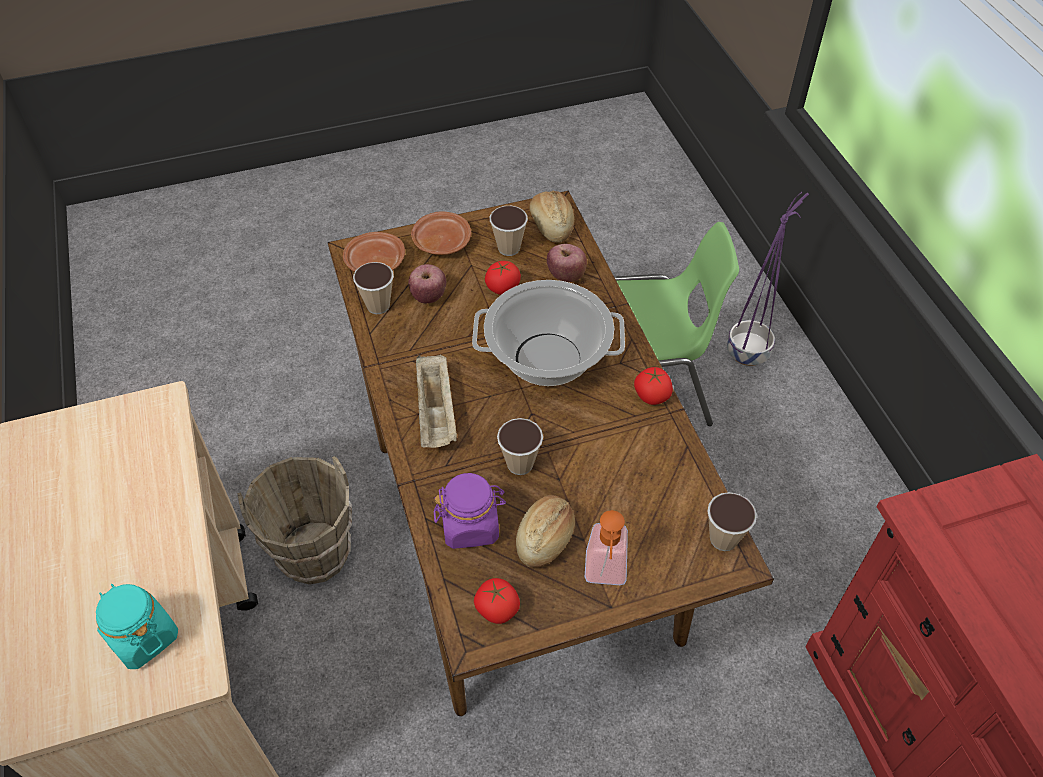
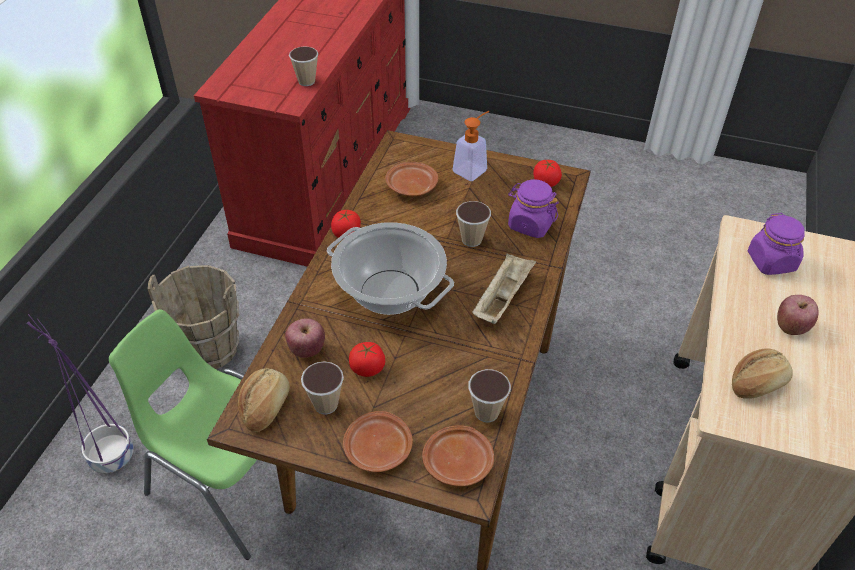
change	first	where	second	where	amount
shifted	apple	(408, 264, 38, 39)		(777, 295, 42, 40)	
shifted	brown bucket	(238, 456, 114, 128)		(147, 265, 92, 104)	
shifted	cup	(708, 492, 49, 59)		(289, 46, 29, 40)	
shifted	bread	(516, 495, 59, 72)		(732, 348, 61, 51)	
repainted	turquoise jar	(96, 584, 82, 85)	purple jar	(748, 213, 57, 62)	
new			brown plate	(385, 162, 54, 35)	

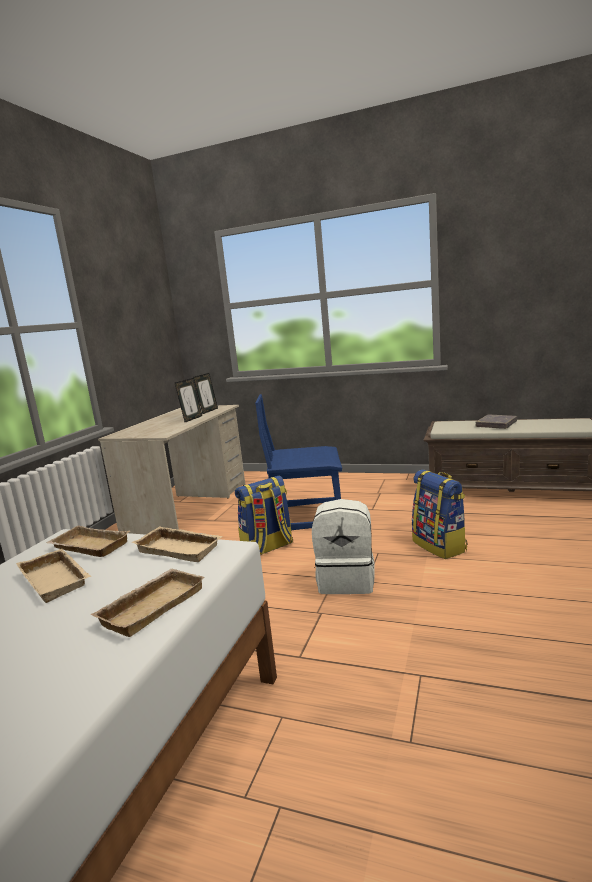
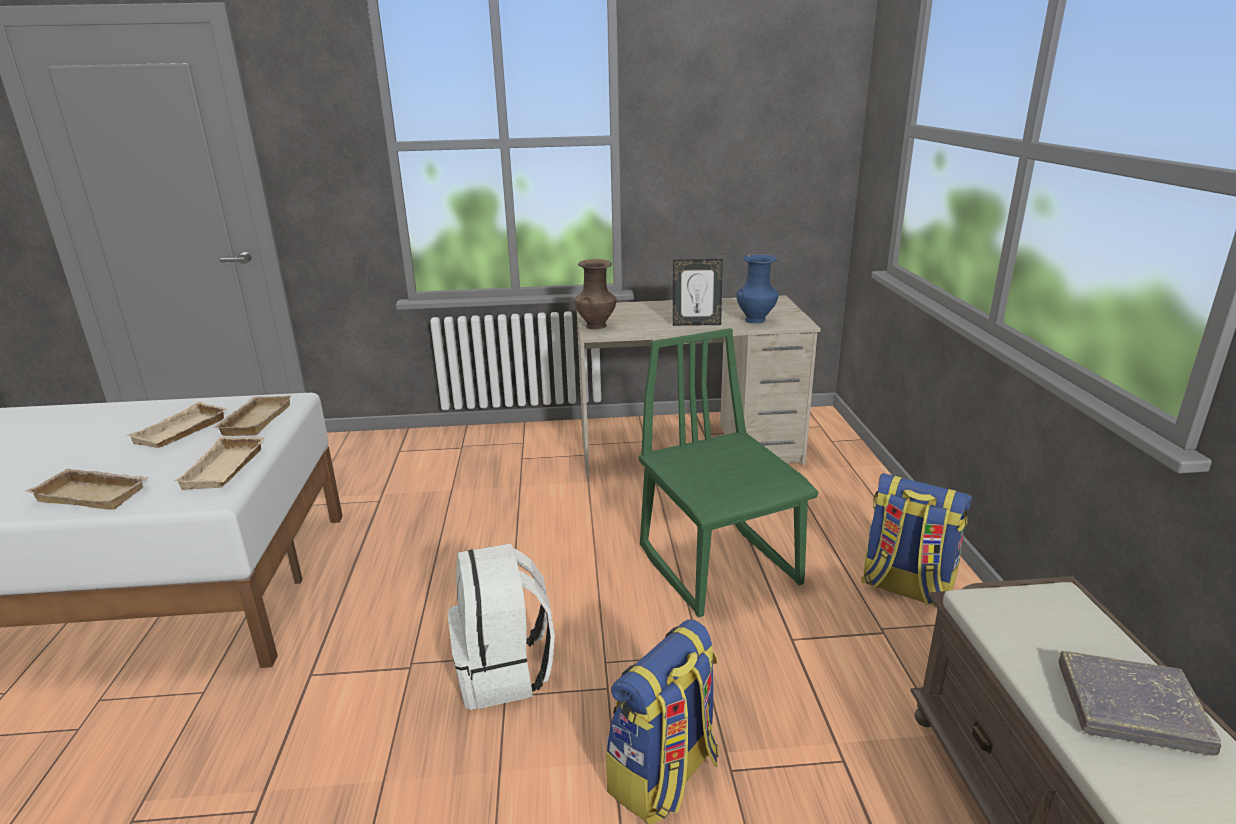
change	first	where	second	where	amount
swapped	picture frame	(193, 373, 25, 41)	blue vase	(736, 254, 43, 69)	
repainted	blue chair	(255, 394, 87, 136)	green chair	(639, 328, 180, 290)	
shifted	backpack	(235, 476, 58, 79)		(861, 473, 111, 133)	
new			brown vase	(575, 259, 41, 71)	

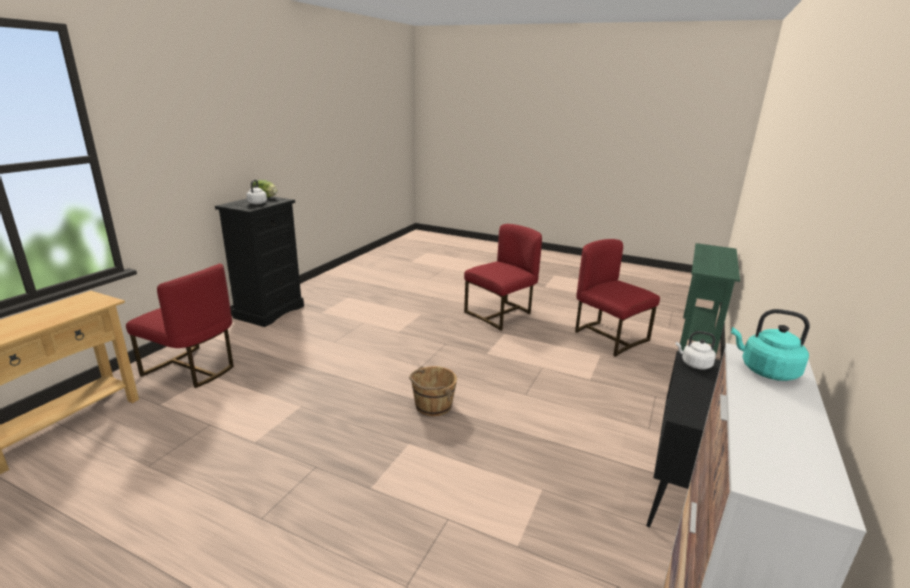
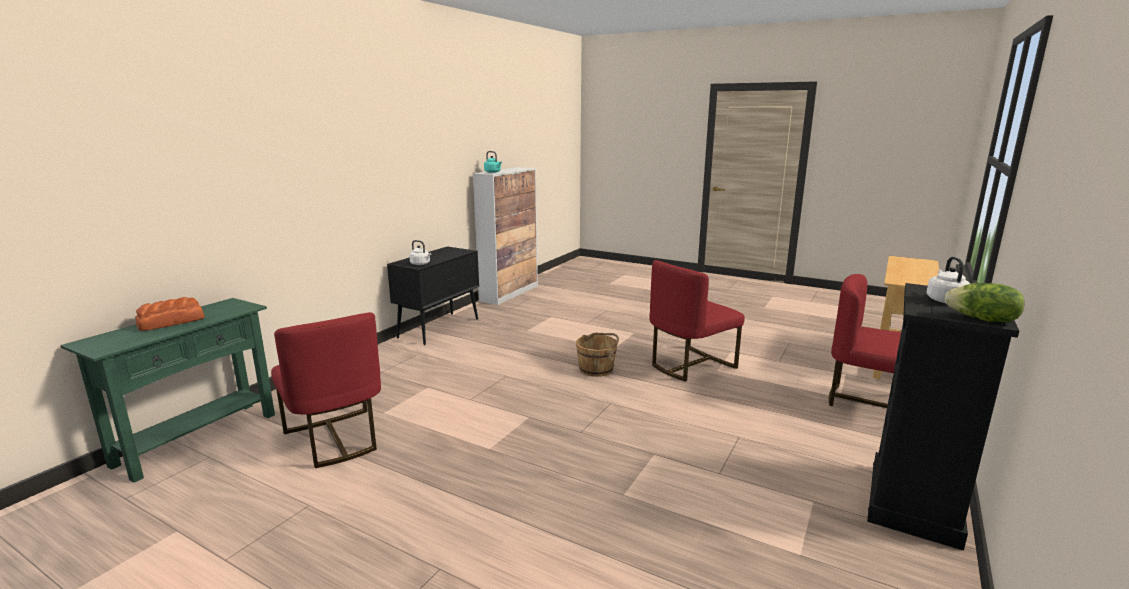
change	first	where	second	where	amount
shifted	red chair	(464, 224, 78, 107)		(649, 260, 96, 121)	
new			bread	(135, 297, 70, 34)	

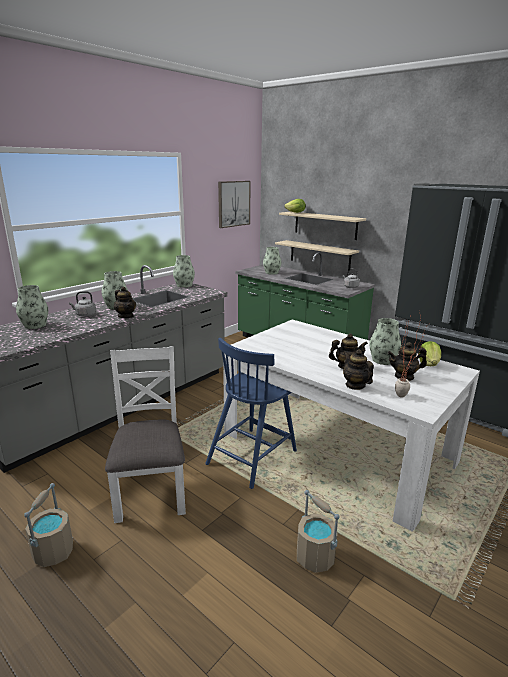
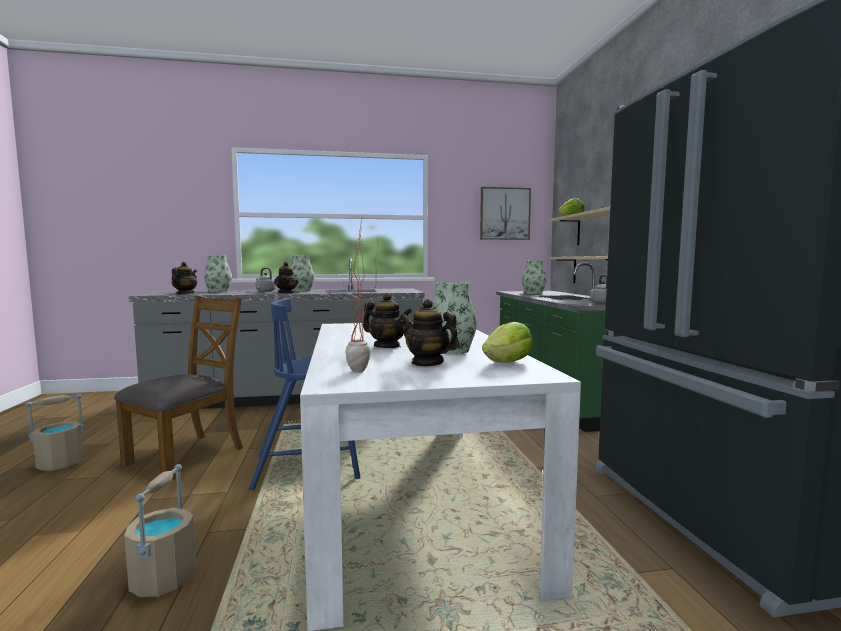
change	first	where	second	where	amount
gone	vase	(173, 255, 22, 33)			
repainted	white chair	(105, 346, 81, 177)	brown chair	(114, 296, 129, 184)	
shifted	teapot	(343, 349, 31, 41)		(172, 262, 25, 32)	

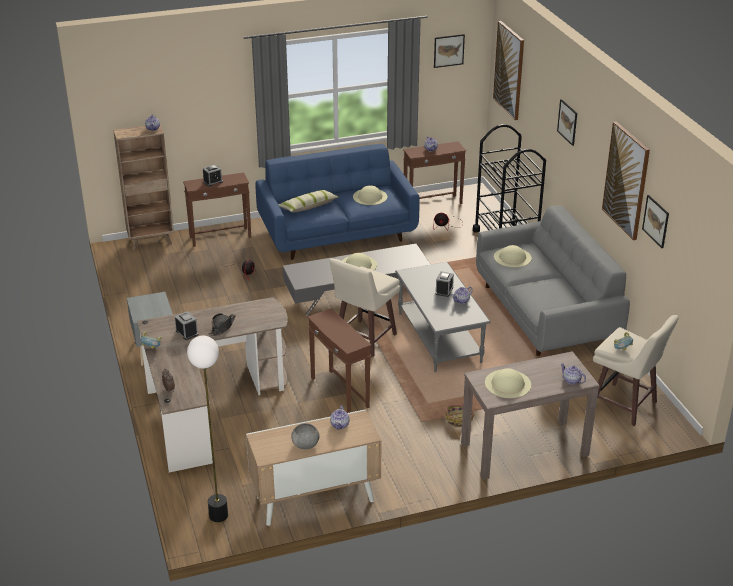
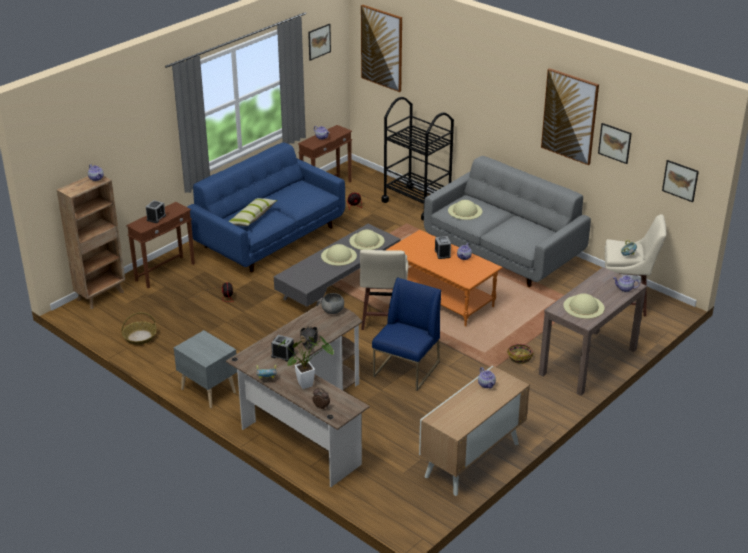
change	first	where	second	where	amount
shifted	picture	(557, 99, 20, 47)		(662, 160, 37, 42)	
shifted	beige hat	(353, 185, 34, 20)		(349, 229, 35, 21)	
repainted	grey coffee table	(395, 262, 96, 110)	orange coffee table	(386, 230, 117, 96)	
swapped	brown side table	(308, 308, 63, 105)	blue chair	(372, 277, 69, 114)	
gone	floor lamp	(187, 336, 41, 186)			
shifted	grey bowl	(291, 423, 28, 26)		(321, 293, 23, 21)	
new			basket	(121, 312, 36, 33)	
new			potted plant	(280, 336, 54, 53)	

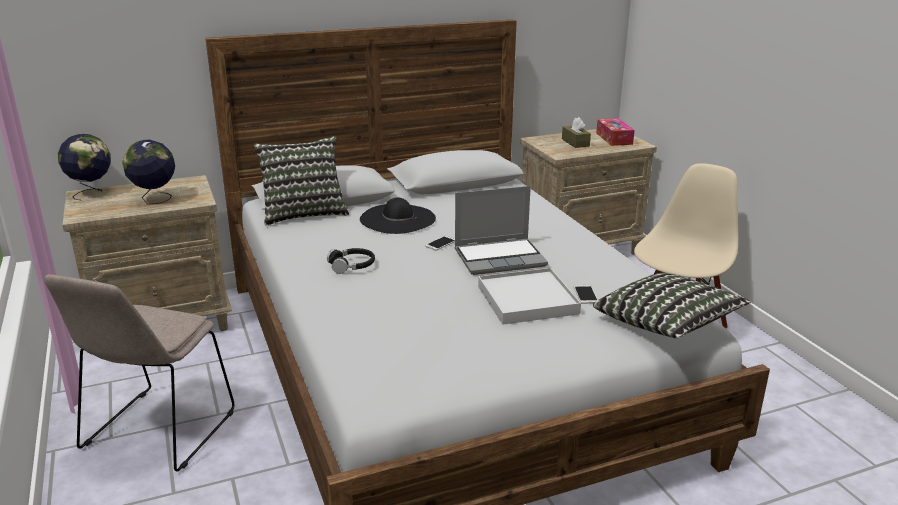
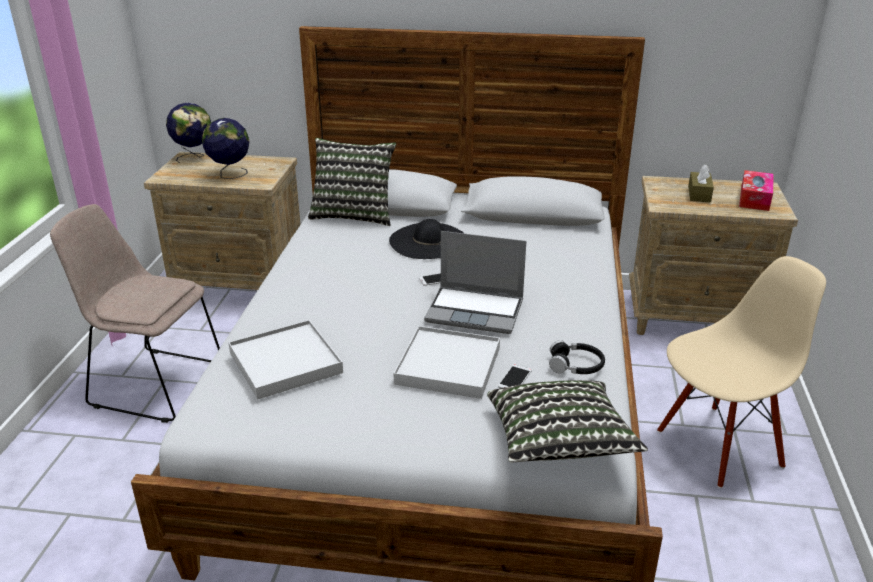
change	first	where	second	where	amount
shifted	black headphones	(327, 248, 48, 26)		(549, 340, 56, 34)	
rotated	beige chair	(44, 274, 190, 197)		(50, 204, 170, 219)	60 degrees clockwise
new			white tray	(228, 320, 115, 80)	

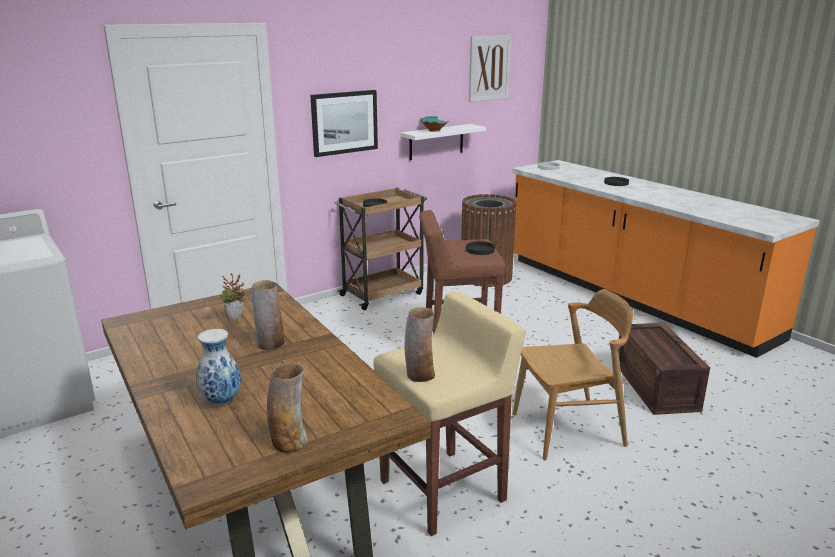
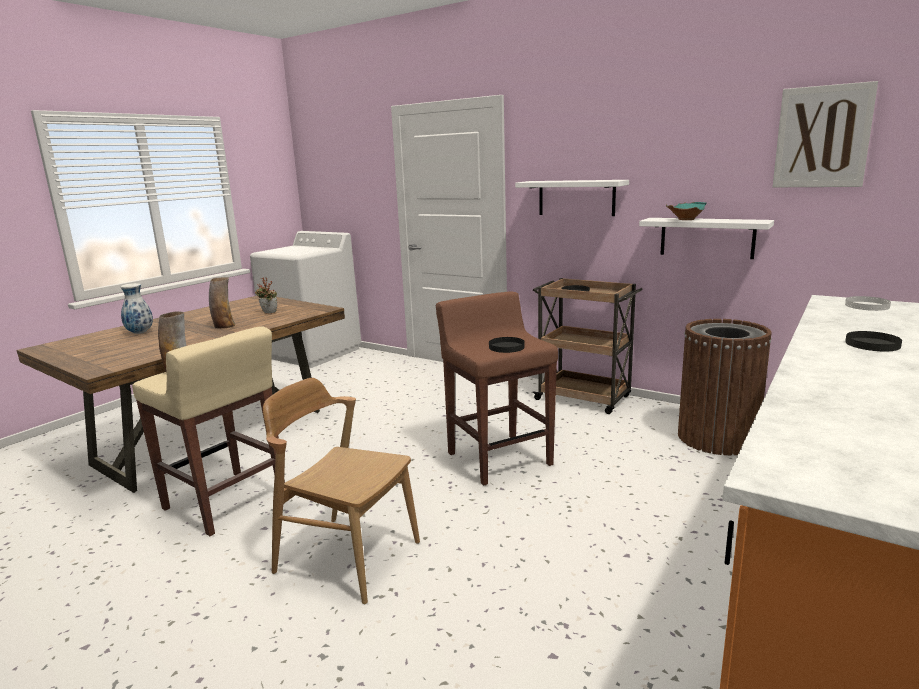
change	first	where	second	where	amount
swapped	picture	(310, 90, 68, 67)	white shelf	(515, 180, 114, 36)	
rotated	brown chair	(513, 289, 121, 171)		(263, 378, 157, 226)	150 degrees clockwise
gone	crate	(618, 323, 92, 92)			
gone	vase	(267, 363, 41, 90)			

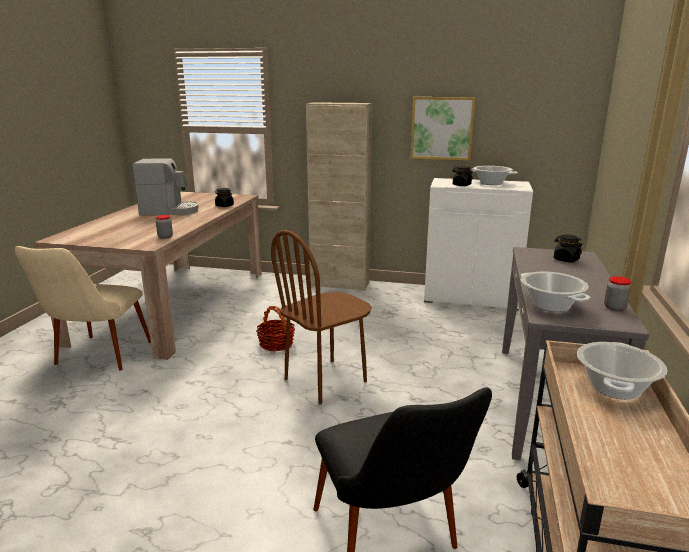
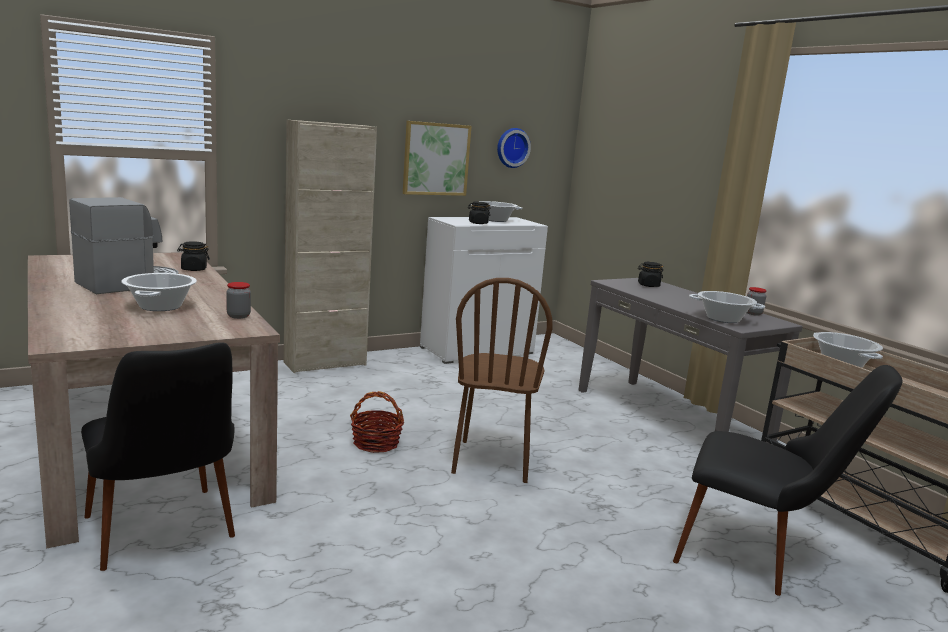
change	first	where	second	where	amount
repainted	beige chair	(15, 246, 136, 125)	black chair	(81, 342, 154, 229)	
new			wall clock	(497, 128, 34, 40)	
new			cooking pot	(121, 273, 76, 38)	

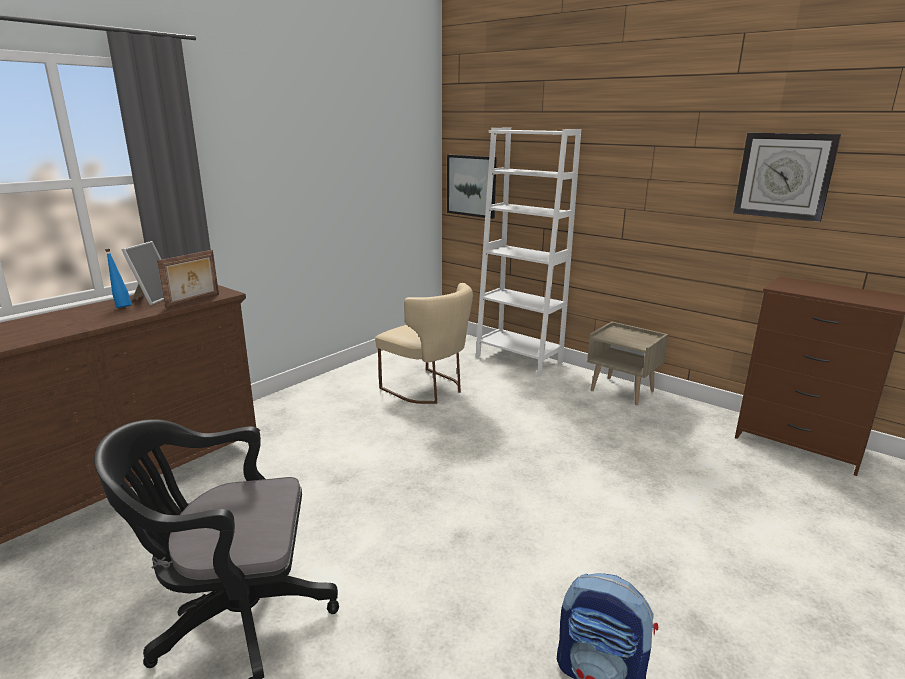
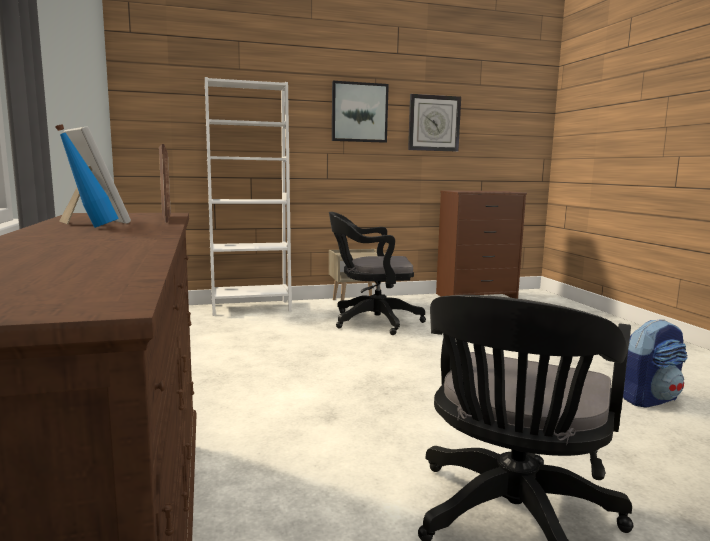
change	first	where	second	where	amount
shifted	picture	(447, 155, 50, 64)		(332, 81, 57, 62)	
gone	beige chair	(375, 283, 98, 121)			
new			black office chair	(329, 212, 97, 123)	

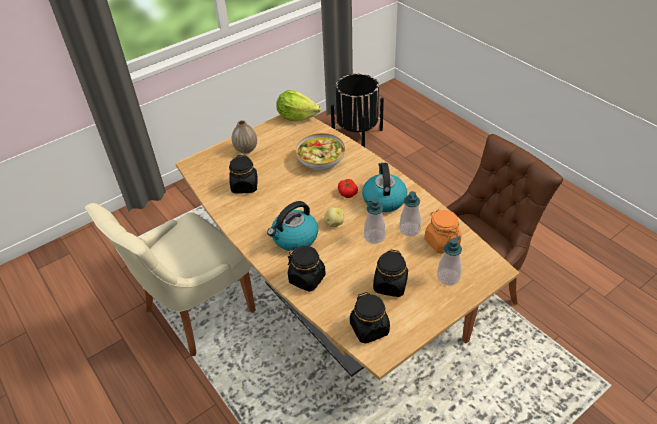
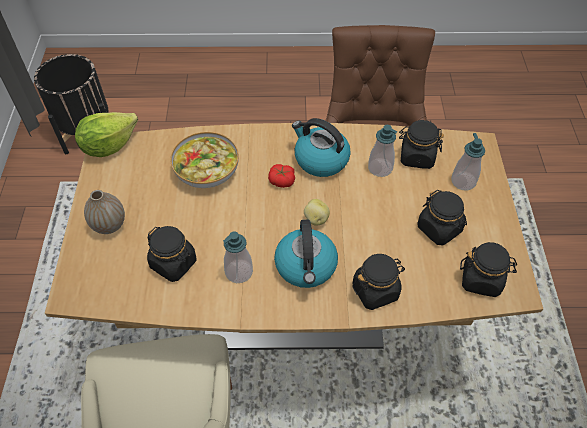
change	first	where	second	where	amount
shifted	soap dispenser	(364, 199, 21, 45)		(223, 231, 30, 52)	
repainted	orange jar	(424, 209, 38, 45)	black jar	(399, 120, 45, 49)	

